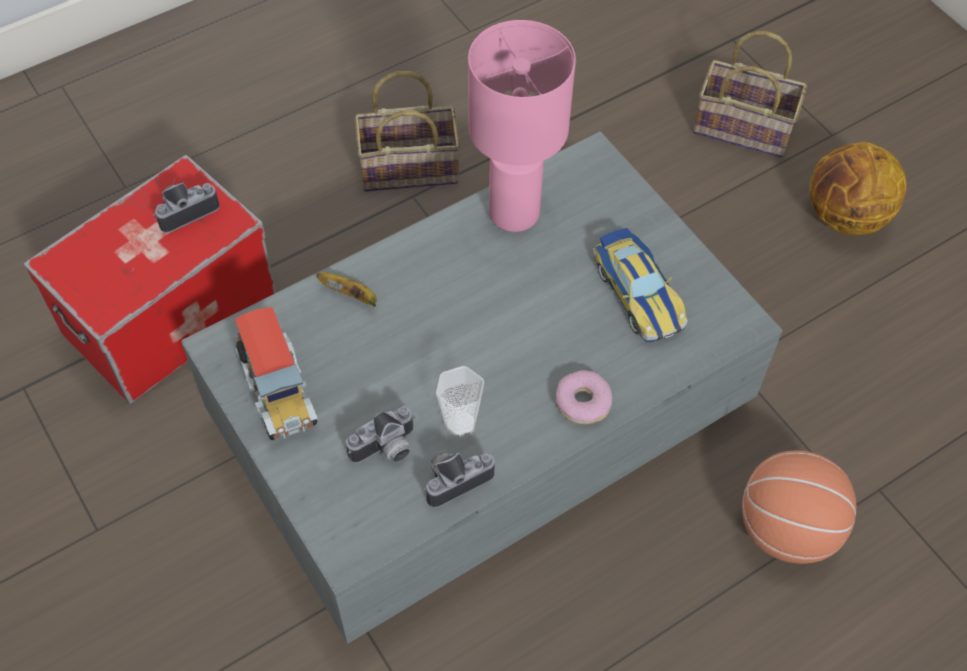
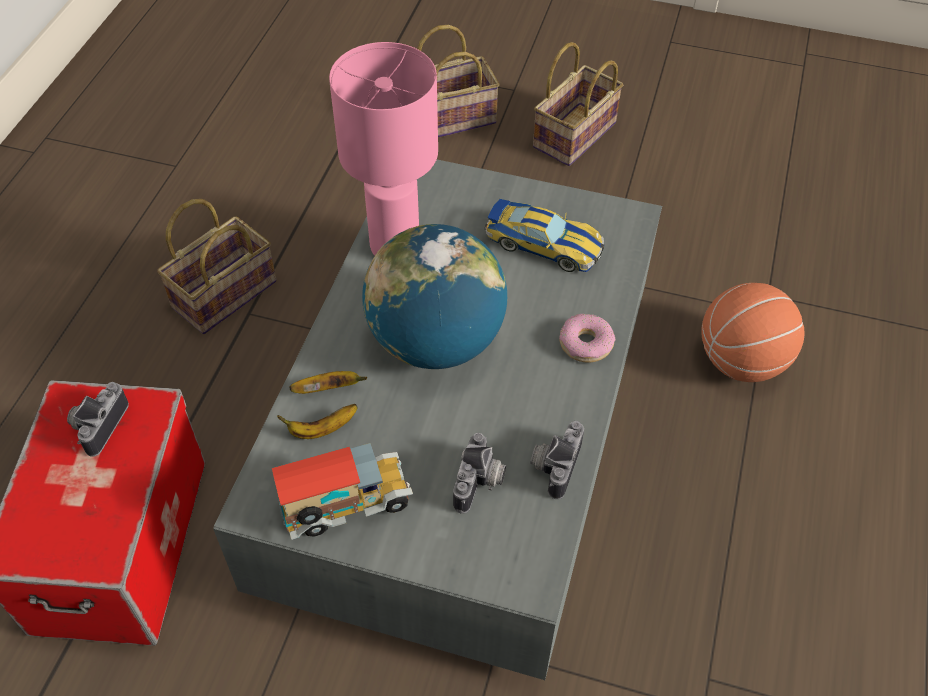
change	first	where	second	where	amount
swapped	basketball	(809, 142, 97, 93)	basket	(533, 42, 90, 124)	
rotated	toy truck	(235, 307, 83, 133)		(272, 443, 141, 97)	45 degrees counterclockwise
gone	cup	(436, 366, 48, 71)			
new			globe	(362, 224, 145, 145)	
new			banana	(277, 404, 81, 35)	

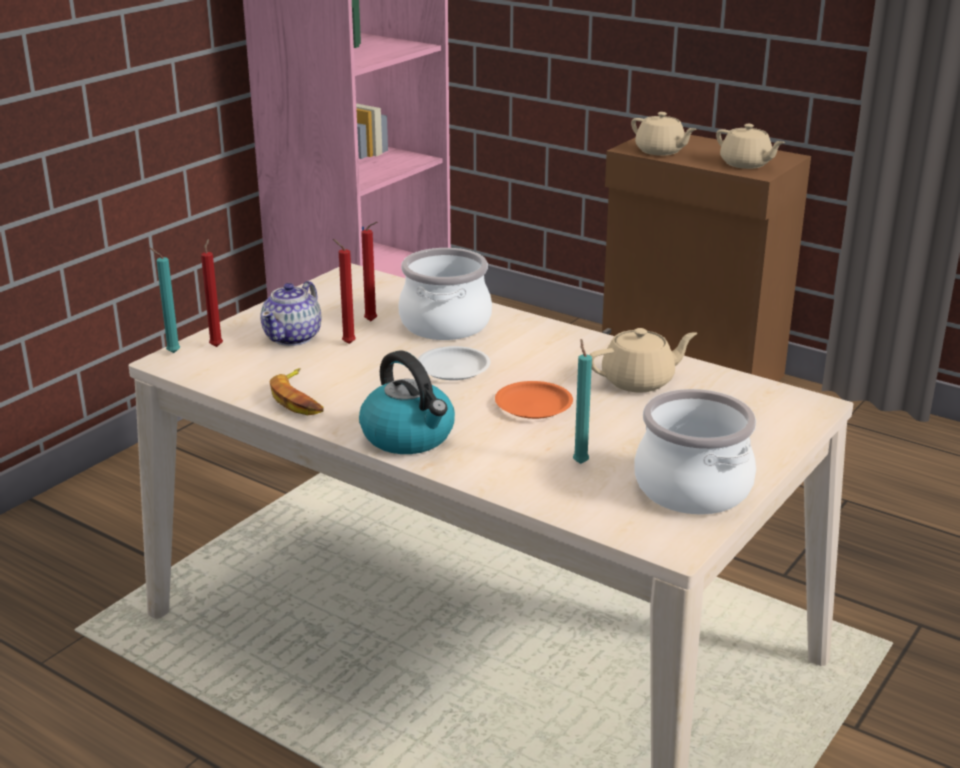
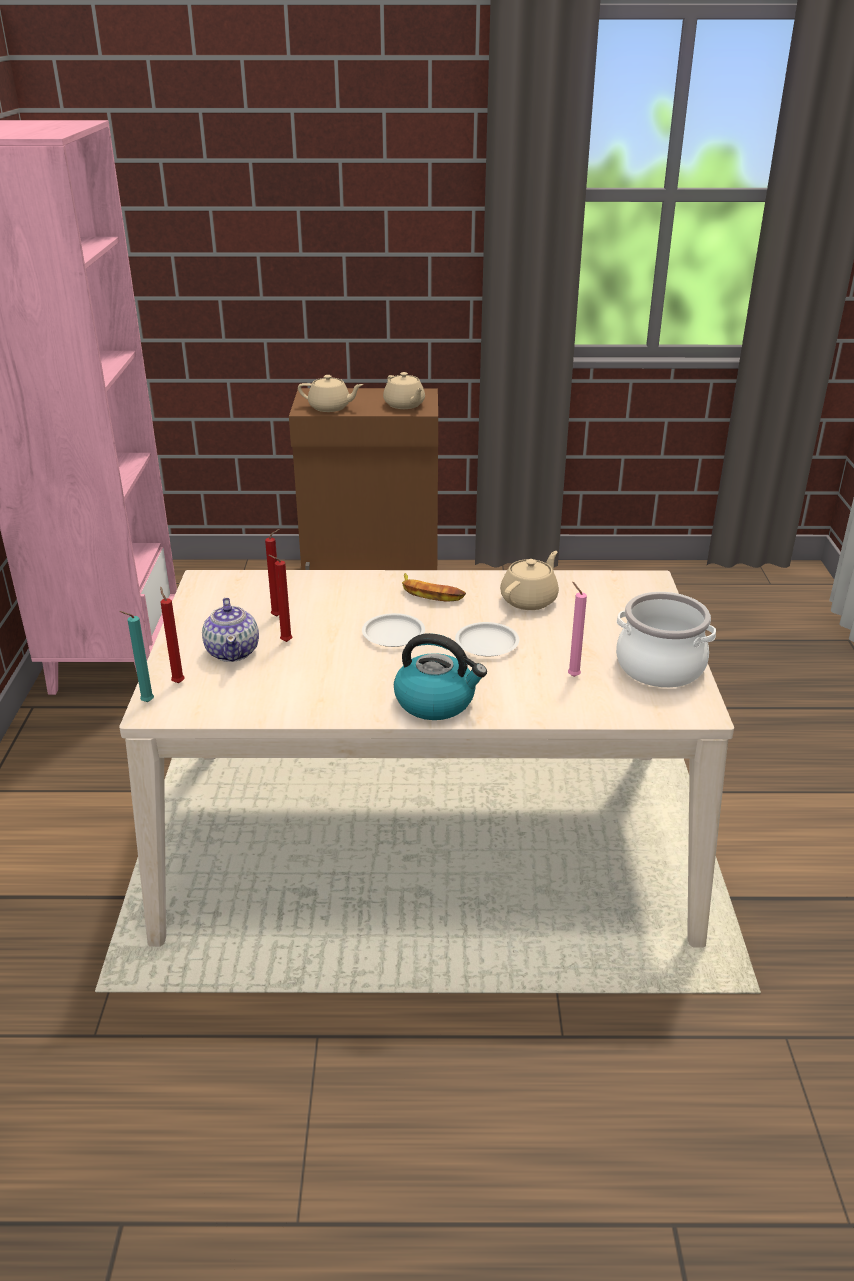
change	first	where	second	where	amount
rotated	beige teapot	(716, 124, 69, 45)		(383, 372, 42, 37)	45 degrees clockwise
gone	cooking pot	(398, 248, 94, 92)			
repainted	turquoise candle	(573, 339, 19, 125)	pink candle	(568, 582, 19, 95)	
shifted	banana	(270, 368, 54, 47)		(402, 573, 64, 29)	
repainted	orange plate	(495, 381, 78, 38)	white plate	(455, 622, 64, 34)	

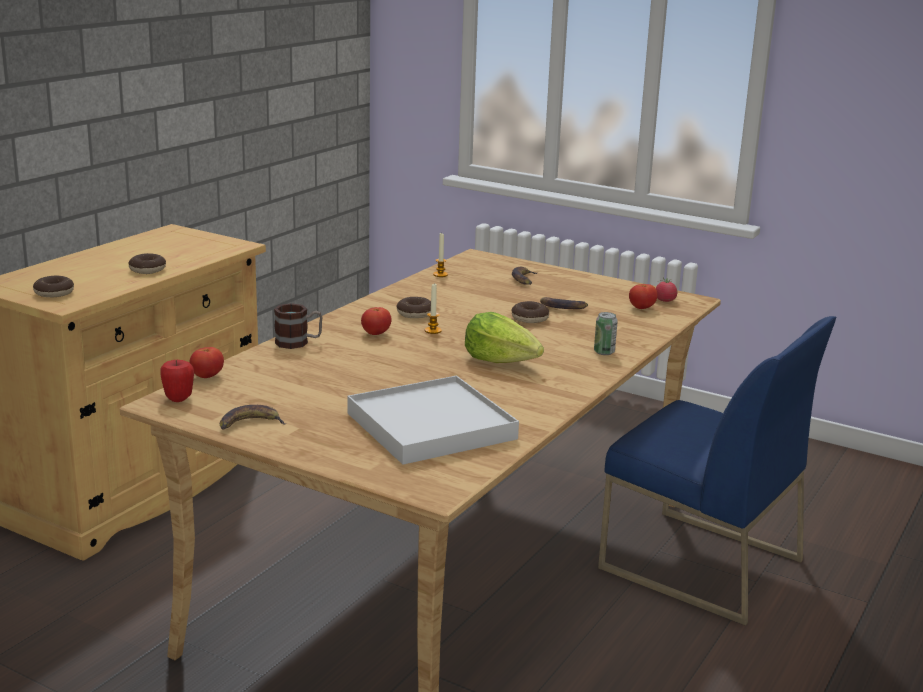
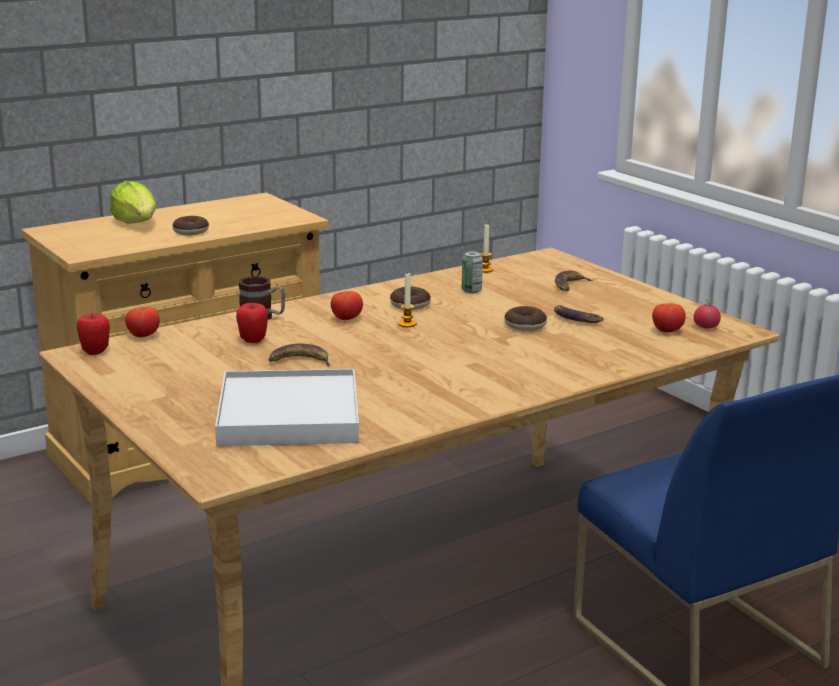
change	first	where	second	where	amount
gone	donut	(33, 276, 41, 21)			
shifted	lettuce	(465, 312, 79, 51)		(110, 181, 46, 43)	
shifted	can	(594, 312, 24, 43)		(462, 251, 21, 42)	
shifted	banana	(220, 405, 67, 25)		(268, 343, 62, 23)	
new			apple	(236, 303, 32, 40)	

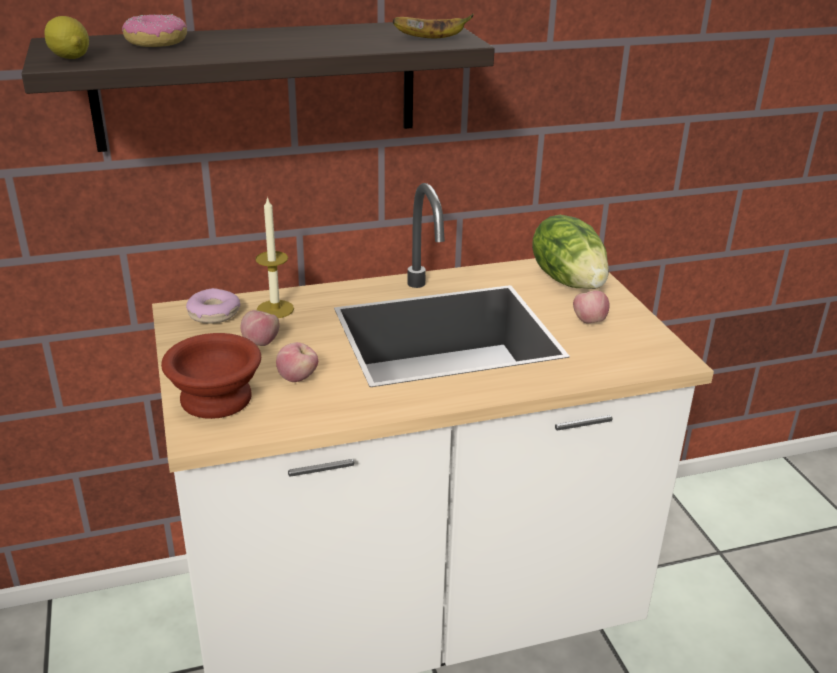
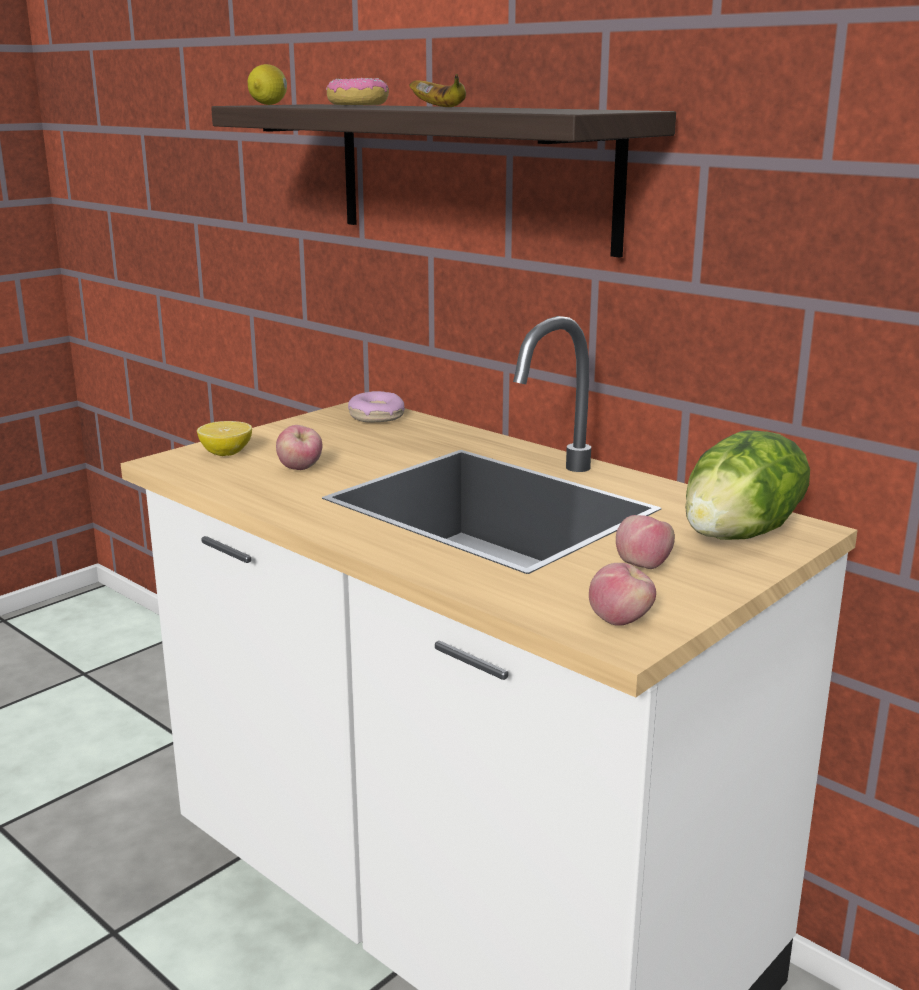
change	first	where	second	where	amount
shifted	banana	(393, 14, 81, 24)		(409, 74, 57, 33)	
gone	candle	(255, 196, 39, 122)			
shifted	apple	(240, 310, 40, 36)		(589, 563, 67, 63)	
swapped	brown bowl	(161, 333, 100, 86)	lemon	(197, 421, 55, 35)	

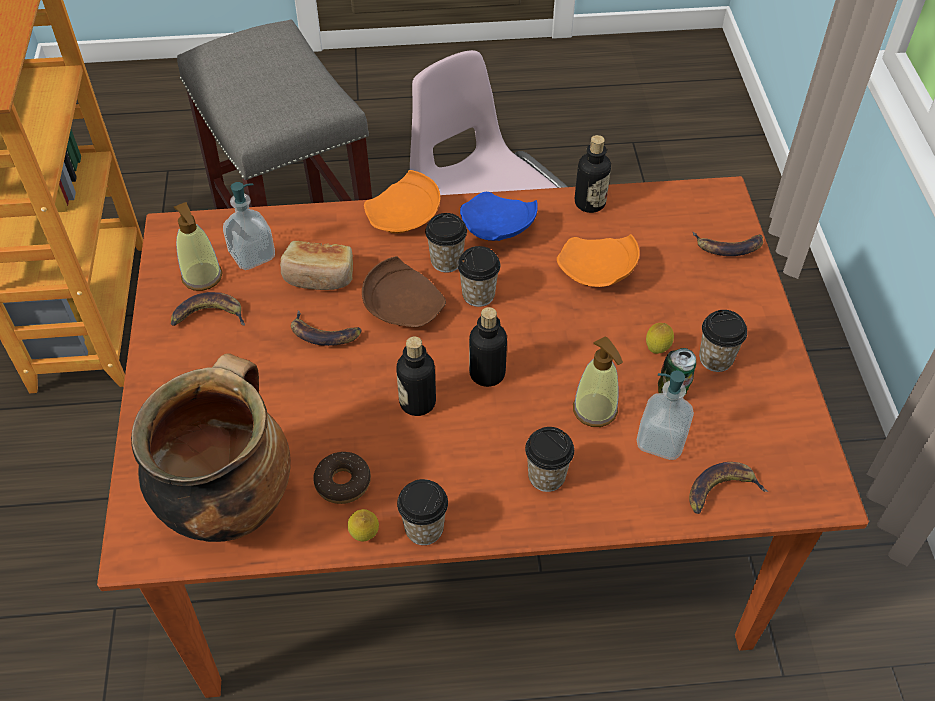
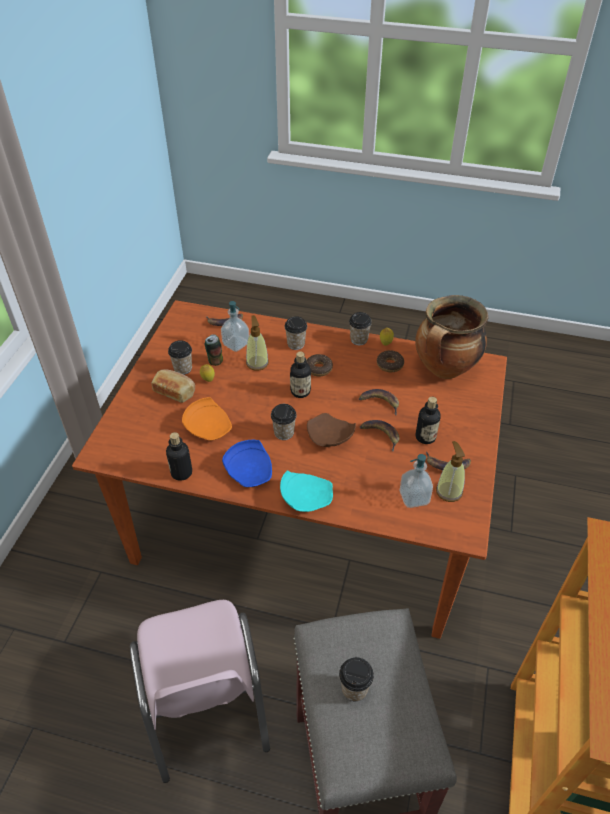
change	first	where	second	where	amount
repainted	orange plate	(364, 170, 76, 64)	turquoise plate	(280, 470, 53, 42)	
shifted	cup	(425, 213, 42, 60)		(339, 657, 35, 44)	
shifted	banana	(693, 232, 70, 24)		(359, 389, 40, 26)	
shifted	bread	(280, 241, 73, 49)		(152, 369, 43, 34)	
shifted	bottle	(396, 336, 40, 80)		(416, 397, 25, 47)	
new			donut	(306, 354, 27, 22)	

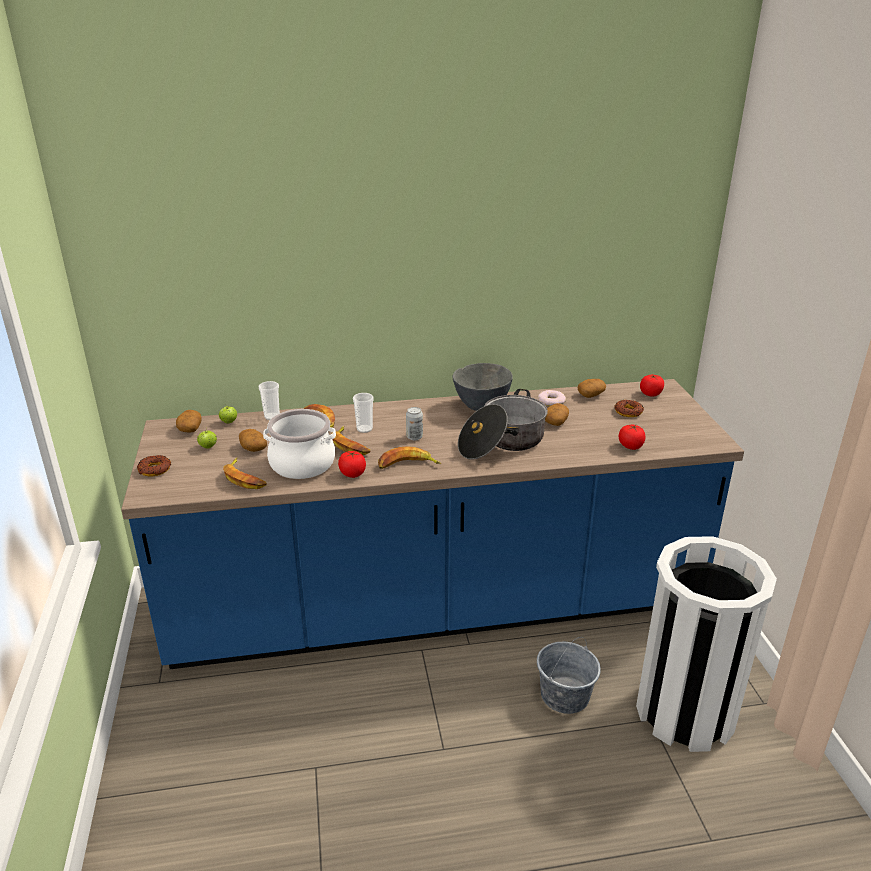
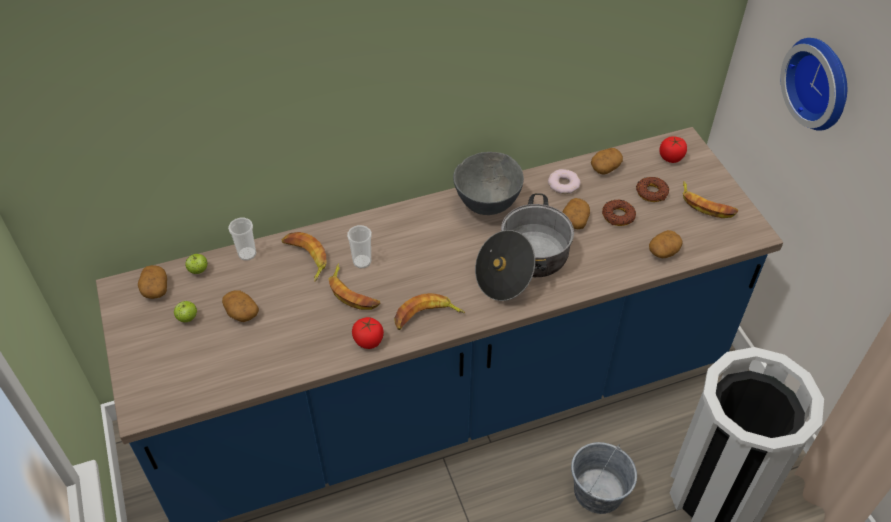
change	first	where	second	where	amount
gone	can	(406, 407, 17, 33)			
gone	cooking pot	(263, 409, 73, 70)			
swapped	tomato	(619, 425, 27, 25)	potato	(649, 230, 34, 28)	
shifted	donut	(137, 455, 34, 21)		(602, 200, 34, 26)	
shifted	banana	(223, 458, 44, 31)		(683, 181, 55, 37)	
new			wall clock	(780, 38, 67, 93)	

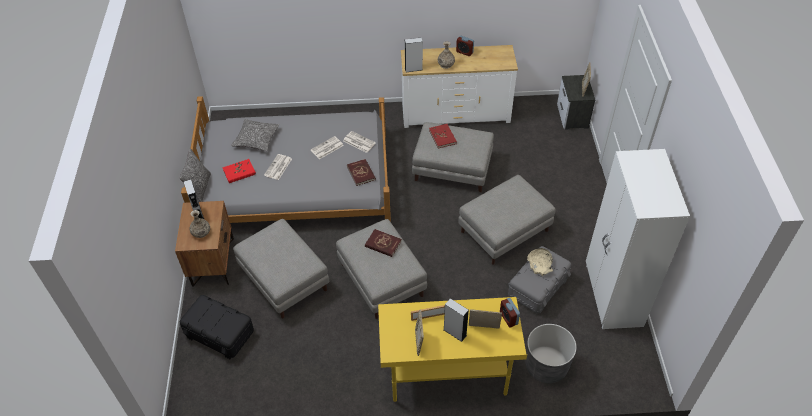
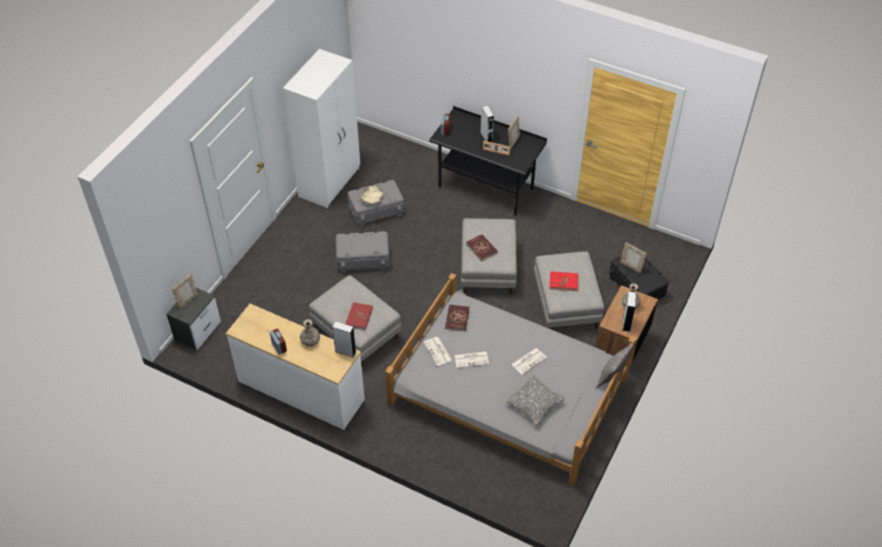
change	first	where	second	where	amount
shifted	red book	(222, 159, 34, 24)		(549, 271, 29, 20)	
swapped	grey ottoman	(458, 175, 98, 90)	grey storage box	(336, 231, 54, 42)	
repainted	yellow desk	(378, 297, 149, 105)	black desk	(429, 106, 118, 111)	
shifted	picture frame	(469, 309, 33, 19)		(620, 242, 27, 31)	
gone	grey planter	(525, 324, 52, 59)			

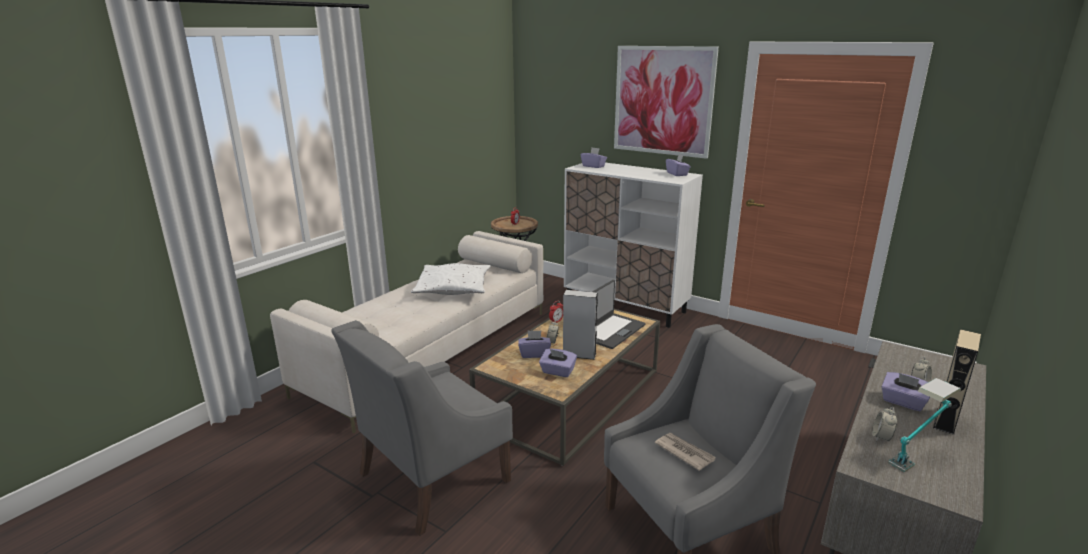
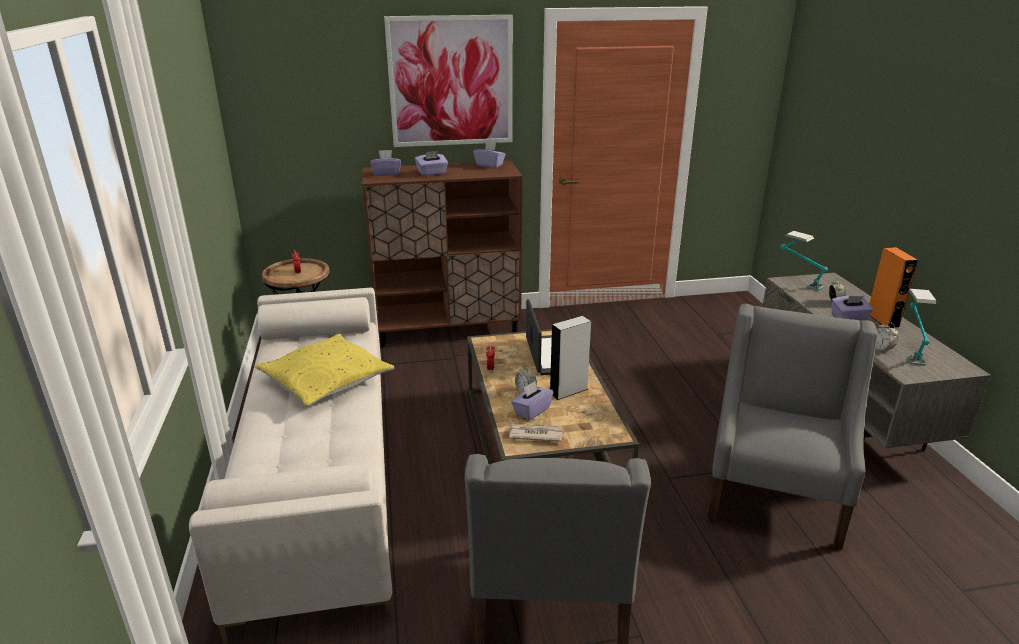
change	first	where	second	where	amount
repainted	white cabinet	(564, 163, 139, 165)	brown cabinet	(362, 161, 161, 187)	
repainted	white pillow	(411, 263, 80, 32)	yellow pillow	(255, 334, 139, 73)	
repainted	beige speaker	(933, 329, 48, 106)	orange speaker	(869, 247, 49, 81)	
shifted	purple tissue box	(539, 349, 38, 28)		(415, 151, 33, 25)	
shifted	newspaper	(655, 433, 60, 38)		(509, 424, 53, 18)	
new			table lamp	(780, 231, 48, 60)	

